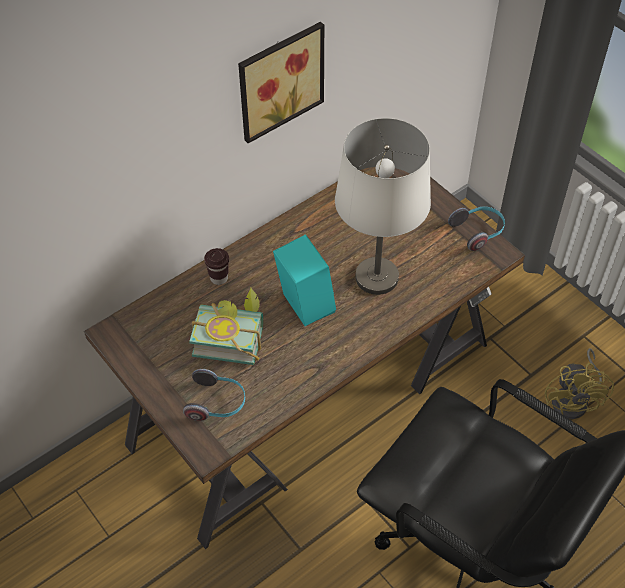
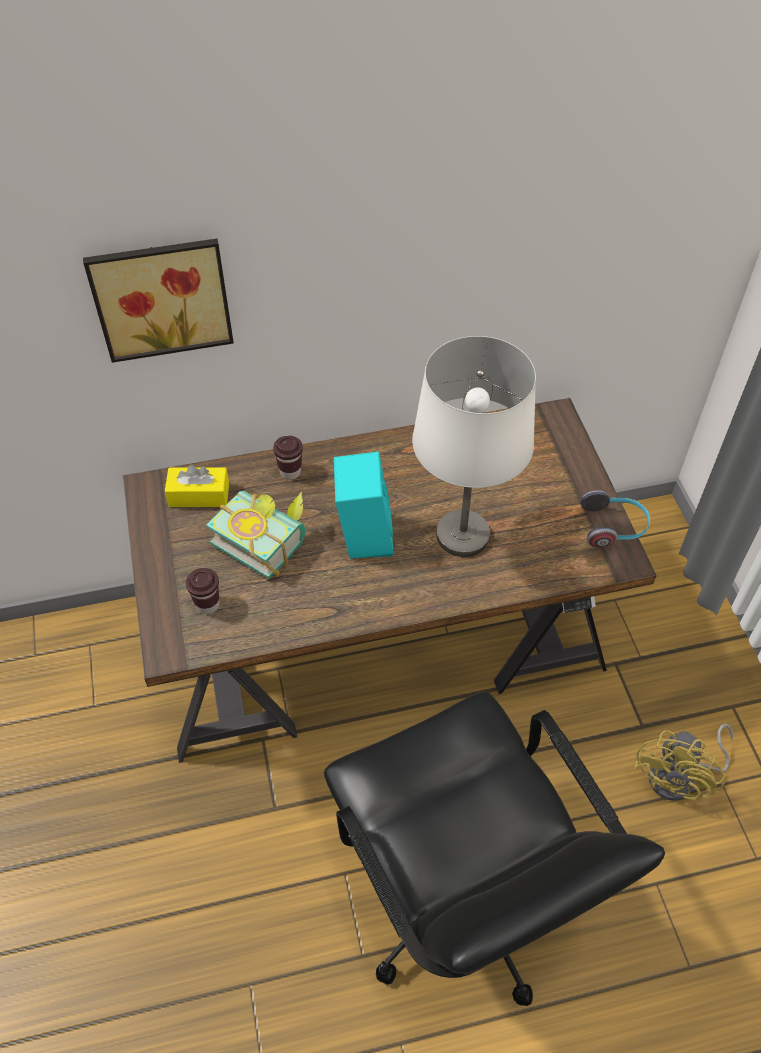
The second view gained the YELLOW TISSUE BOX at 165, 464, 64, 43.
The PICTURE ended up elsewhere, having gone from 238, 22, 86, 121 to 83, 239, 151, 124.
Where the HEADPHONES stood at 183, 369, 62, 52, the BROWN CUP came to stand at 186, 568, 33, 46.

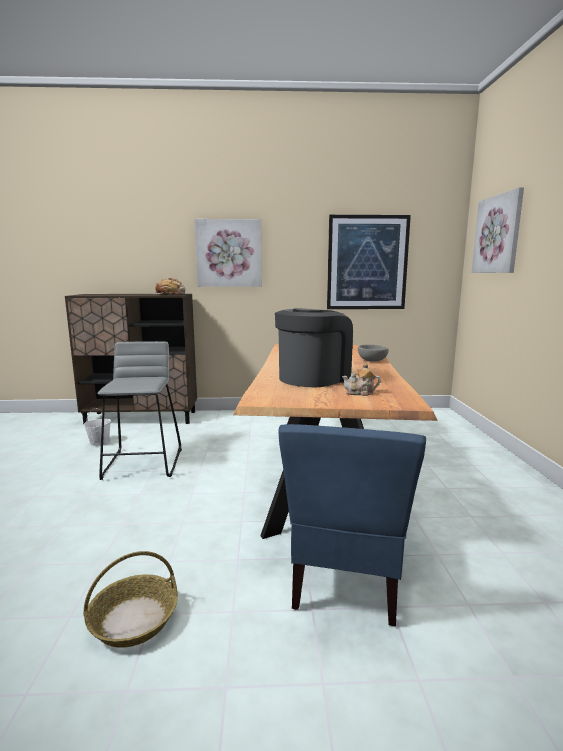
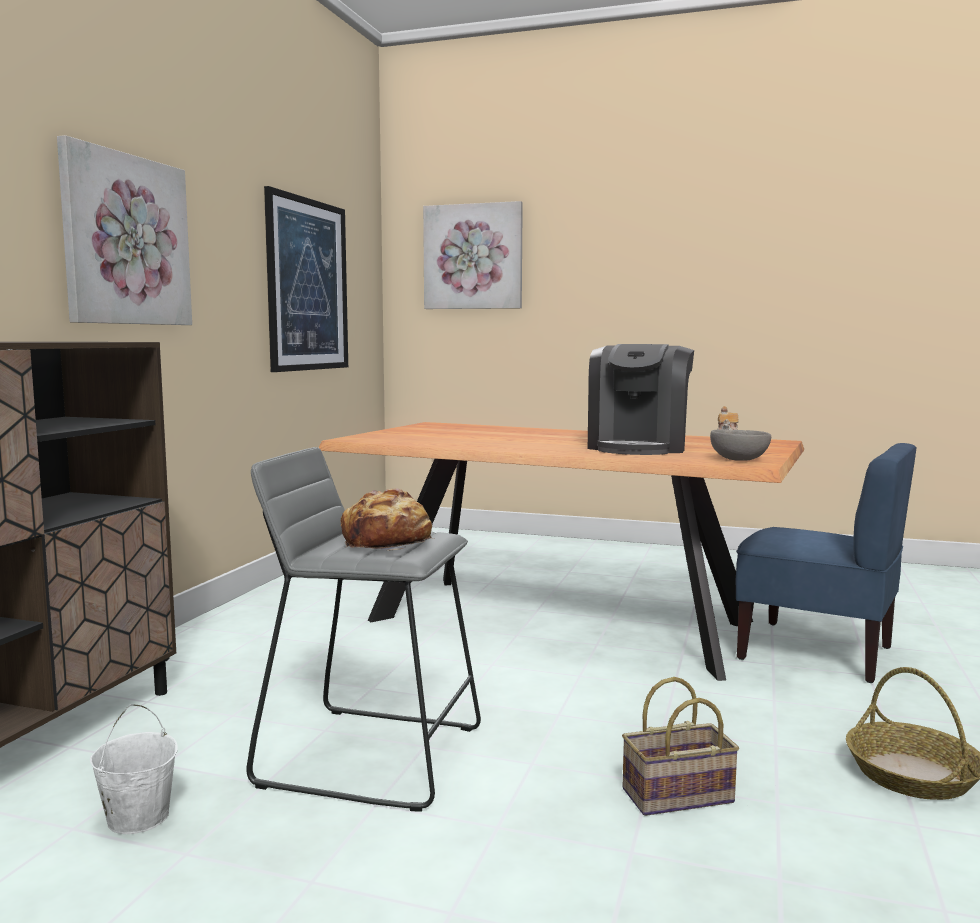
The second view gained the BASKET at 622, 677, 117, 139.
The BREAD ended up elsewhere, having gone from 152, 277, 34, 17 to 341, 489, 93, 61.
The GREY BOWL ended up elsewhere, having gone from 358, 344, 31, 18 to 710, 429, 61, 32.
The COFFEE MACHINE at 275, 308, 78, 79 ended up facing another way, 135 degrees counterclockwise from before.

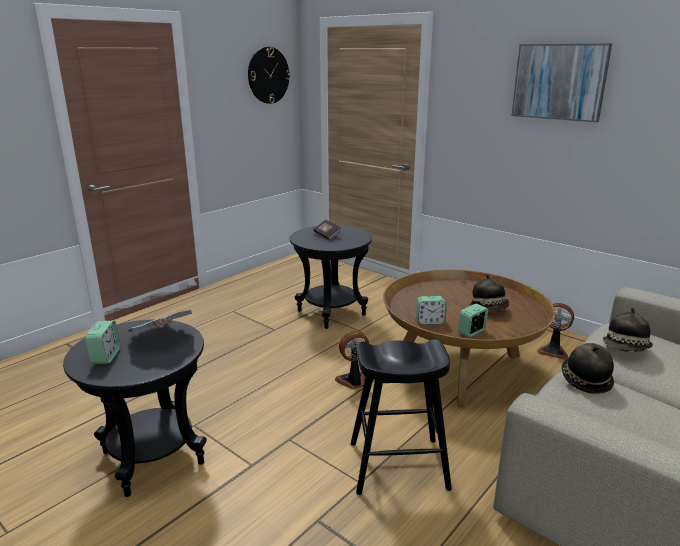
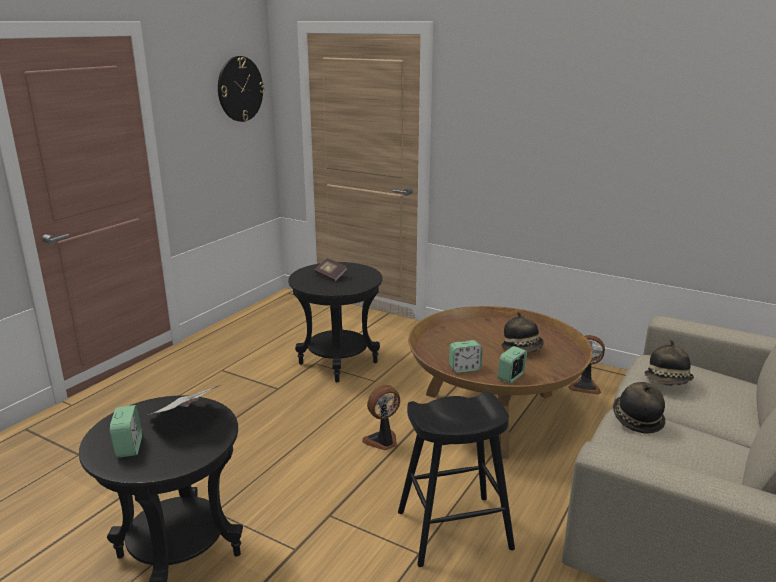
The second view lost the PICTURE at 512, 44, 100, 78.

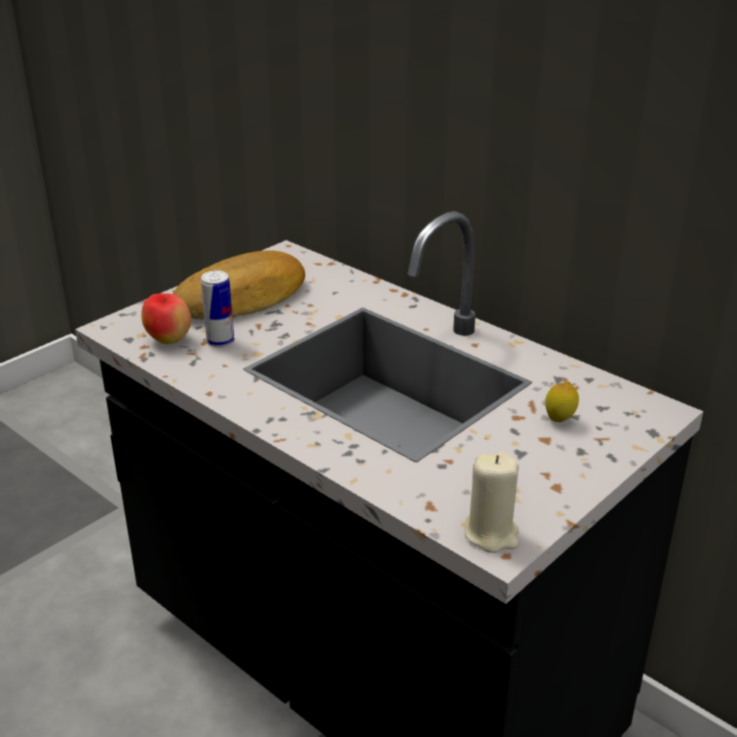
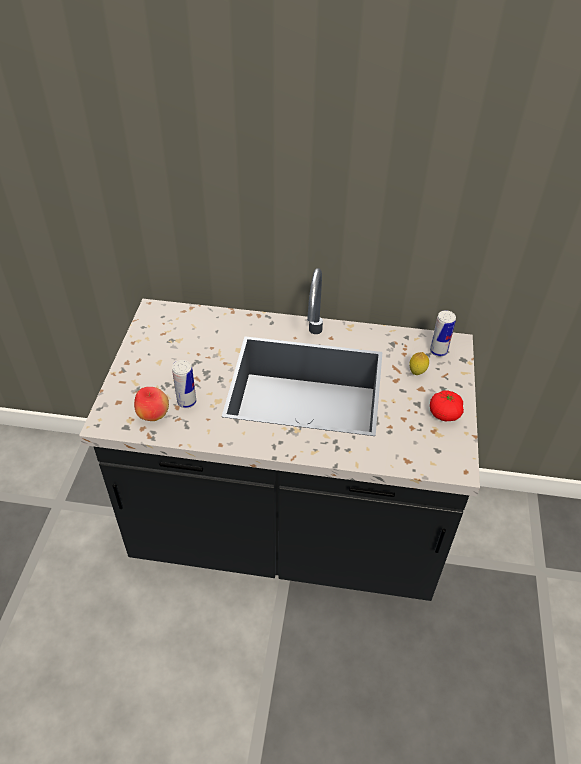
The second view lost the BREAD at 173, 251, 132, 68.
The second view lost the BEIGE CANDLE at 464, 452, 55, 101.
The second view gained the CAN at 430, 310, 26, 47.
The second view gained the TOMATO at 430, 390, 34, 32.

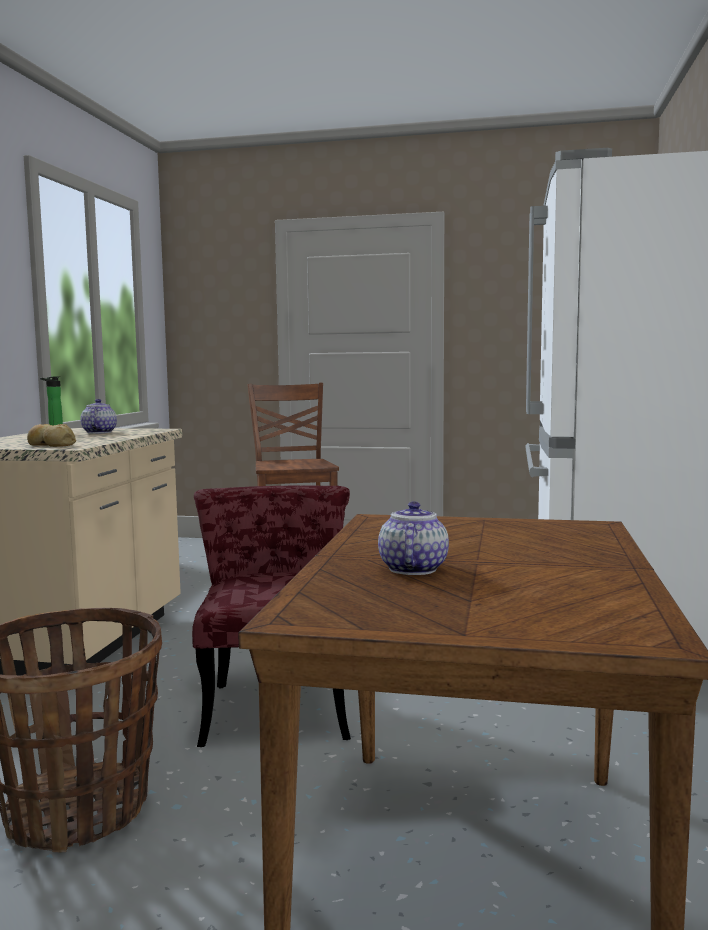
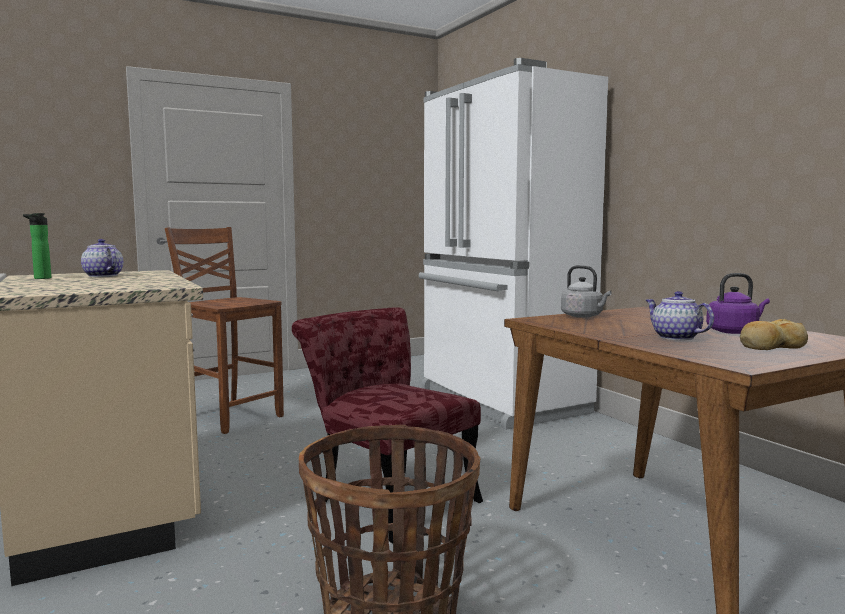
The second view gained the GREY KETTLE at 561, 265, 50, 53.
The second view gained the PURPLE KETTLE at 706, 273, 64, 61.
The BREAD ended up elsewhere, having gone from 27, 424, 49, 23 to 740, 319, 68, 31.

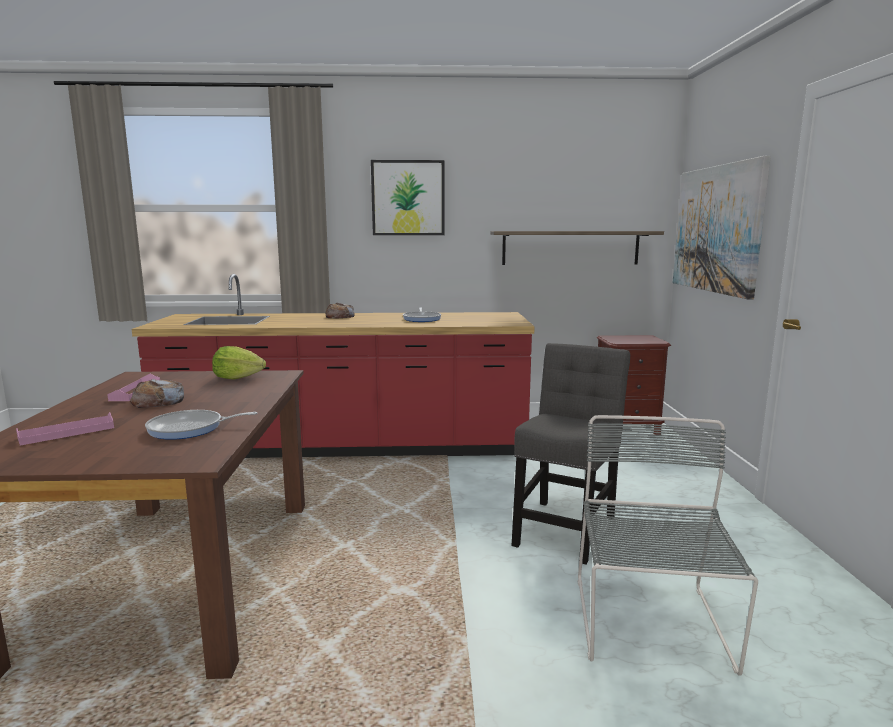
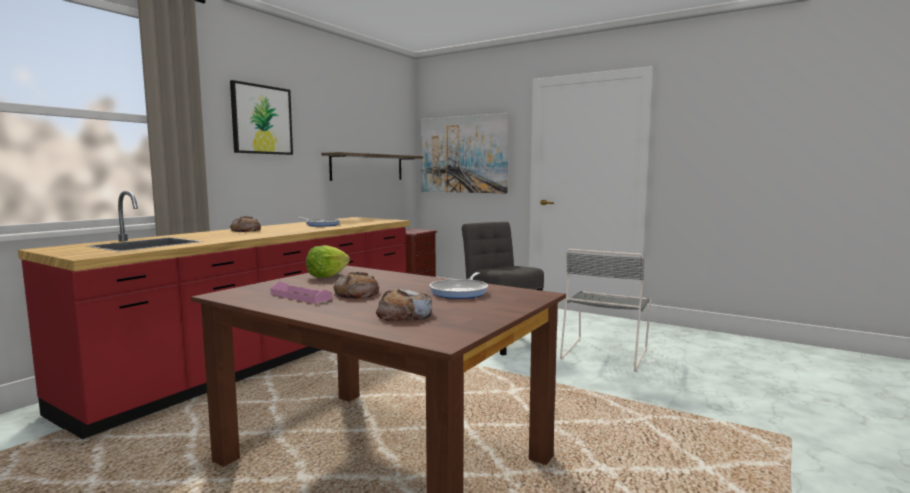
Where the PINK TRAY stood at 16, 412, 98, 34, the BREAD came to stand at 376, 288, 56, 33.
The GREY CHAIR at 578, 415, 180, 261 ended up facing another way, 105 degrees counterclockwise from before.

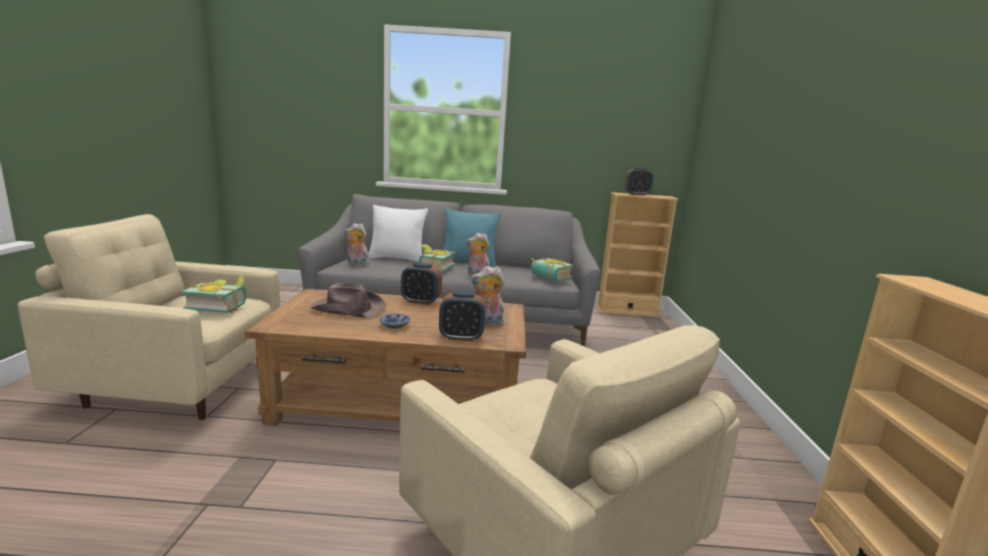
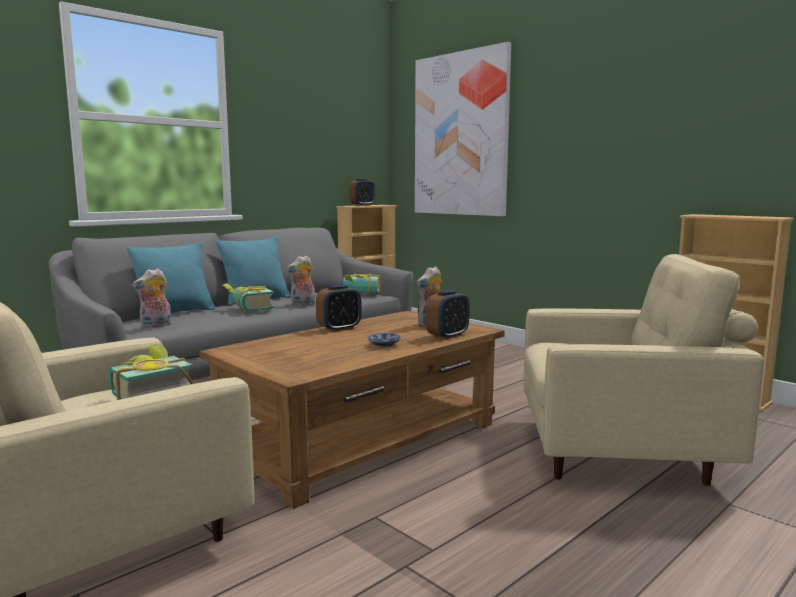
The second view lost the BROWN HAT at 310, 283, 76, 35.
The second view gained the PICTURE at 415, 42, 96, 174.
What was the WHITE PILLOW at 368, 205, 60, 57 turned into the TURQUOISE PILLOW at 127, 242, 88, 77.

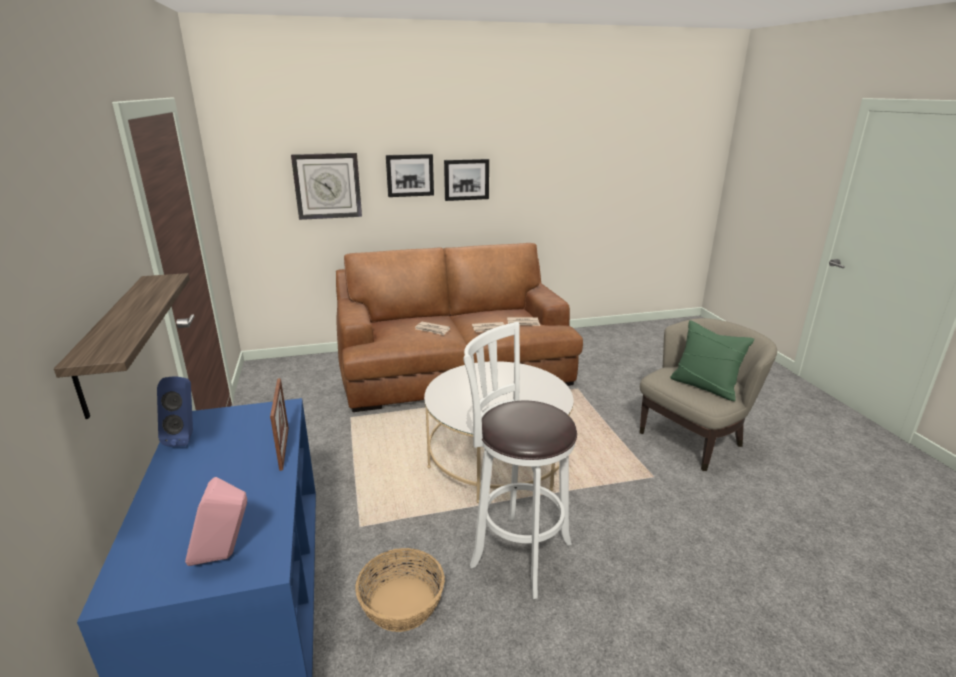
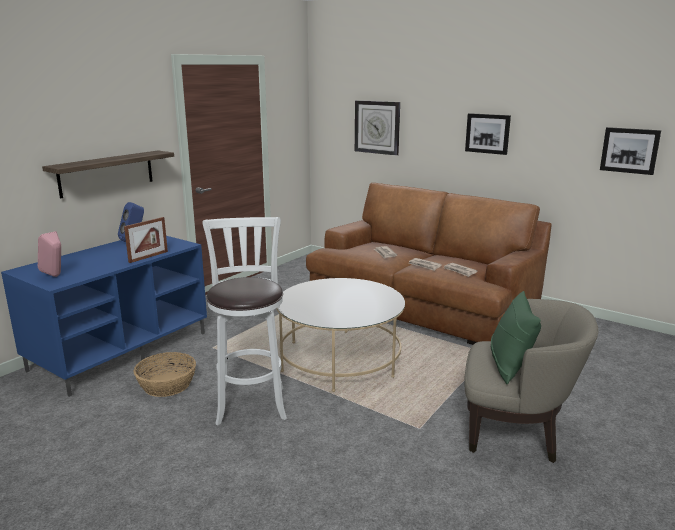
The PICTURE ended up elsewhere, having gone from 386, 154, 48, 43 to 600, 127, 61, 48.

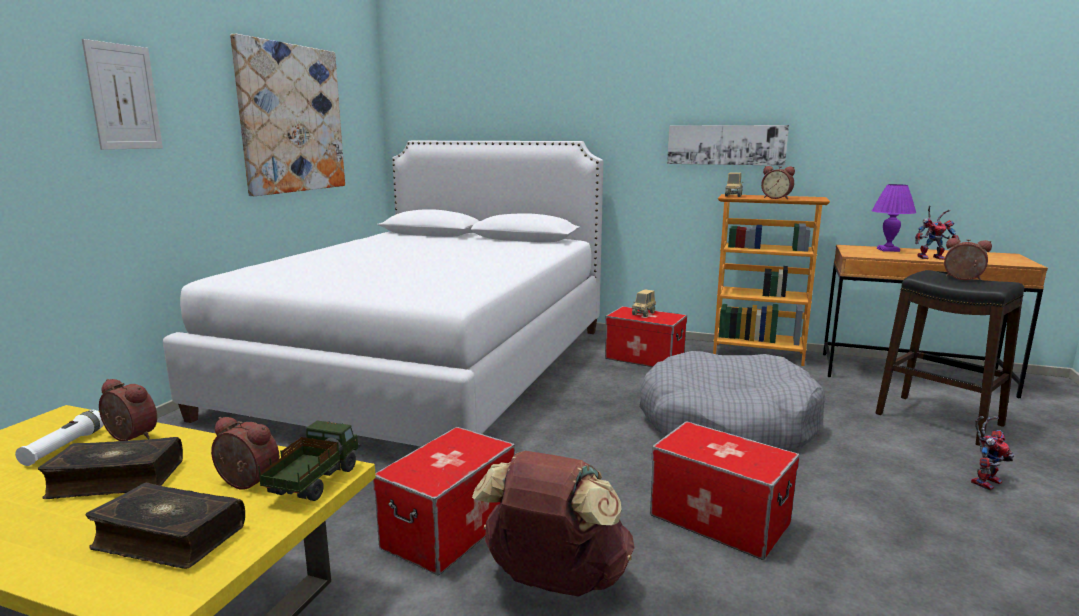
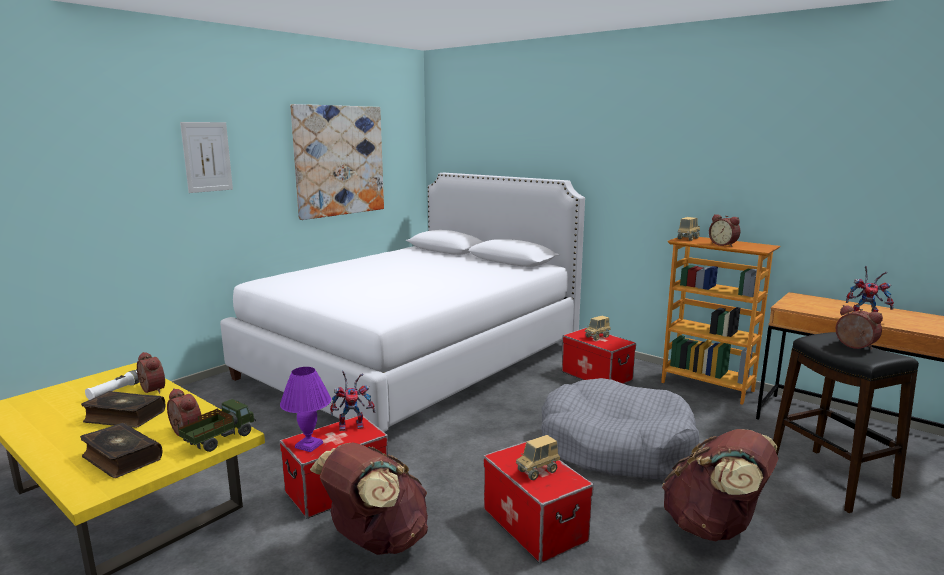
The second view lost the PICTURE at 667, 125, 122, 41.
The second view gained the TOY TRUCK at 516, 435, 44, 45.
The second view gained the BROWN BACKPACK at 662, 429, 117, 113.
The PURPLE TABLE LAMP ended up elsewhere, having gone from 872, 184, 44, 68 to 280, 367, 51, 85.
The TOY ROBOT ended up elsewhere, having gone from 971, 416, 43, 75 to 330, 371, 45, 60.

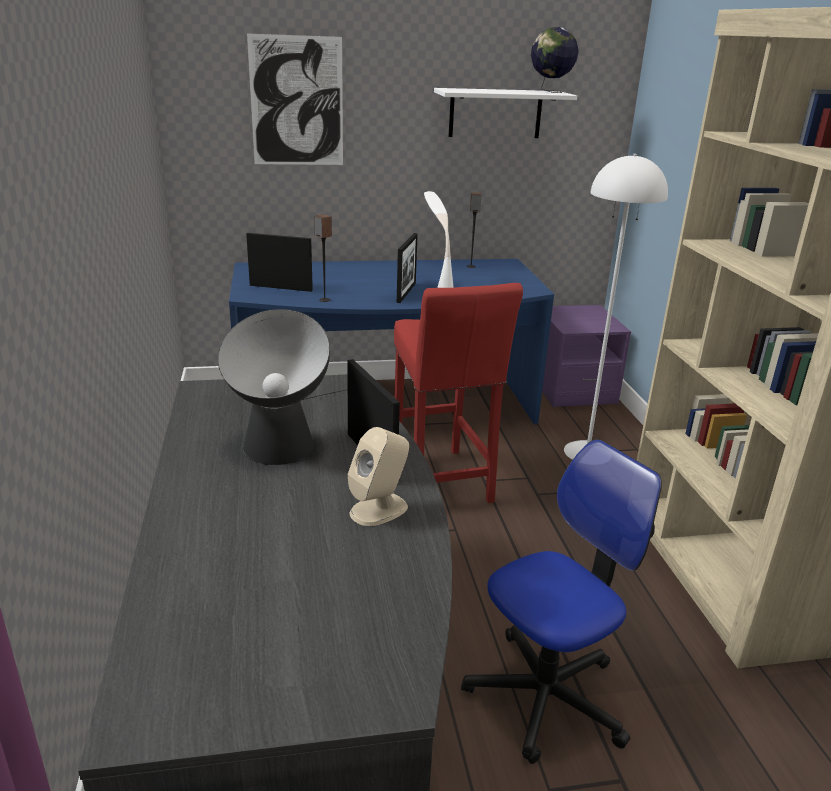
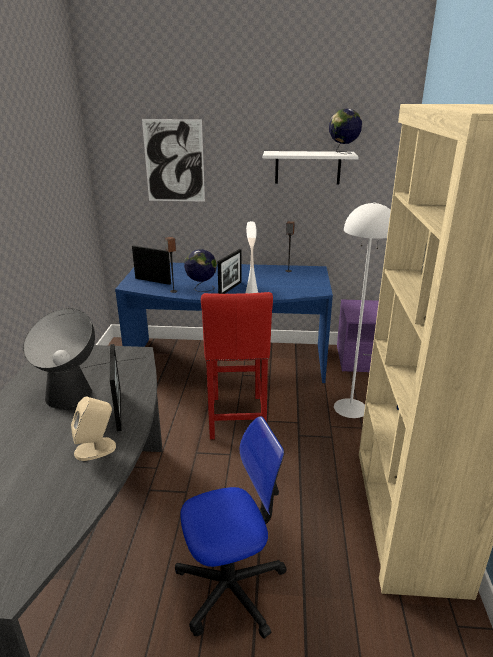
The second view gained the GLOBE at 184, 249, 33, 43.

